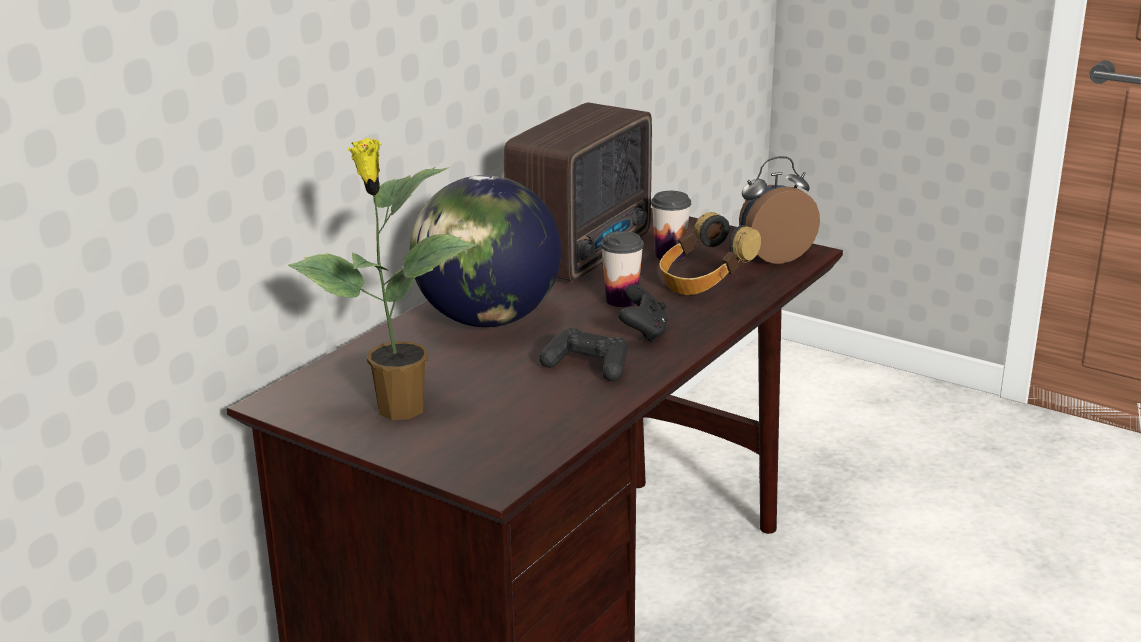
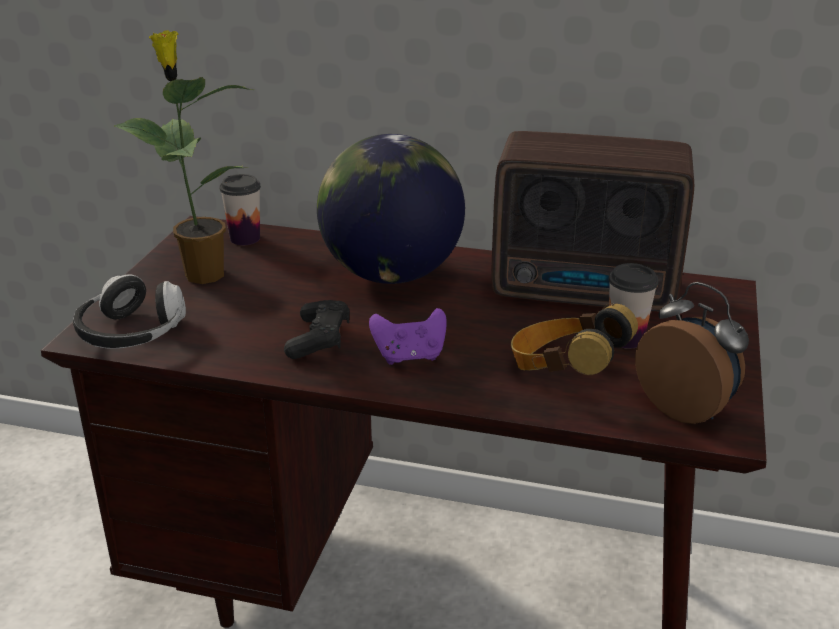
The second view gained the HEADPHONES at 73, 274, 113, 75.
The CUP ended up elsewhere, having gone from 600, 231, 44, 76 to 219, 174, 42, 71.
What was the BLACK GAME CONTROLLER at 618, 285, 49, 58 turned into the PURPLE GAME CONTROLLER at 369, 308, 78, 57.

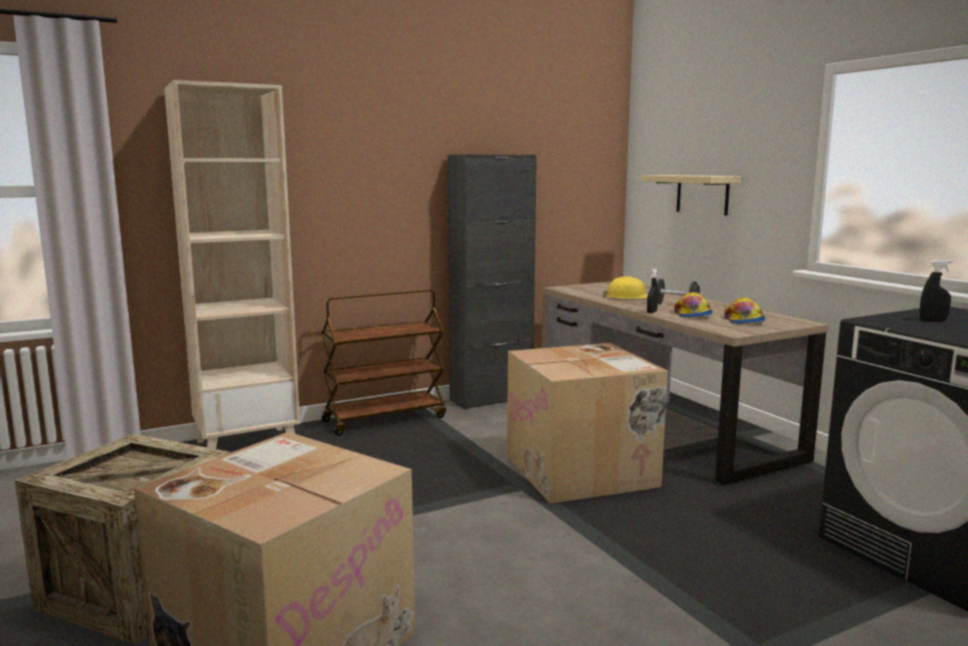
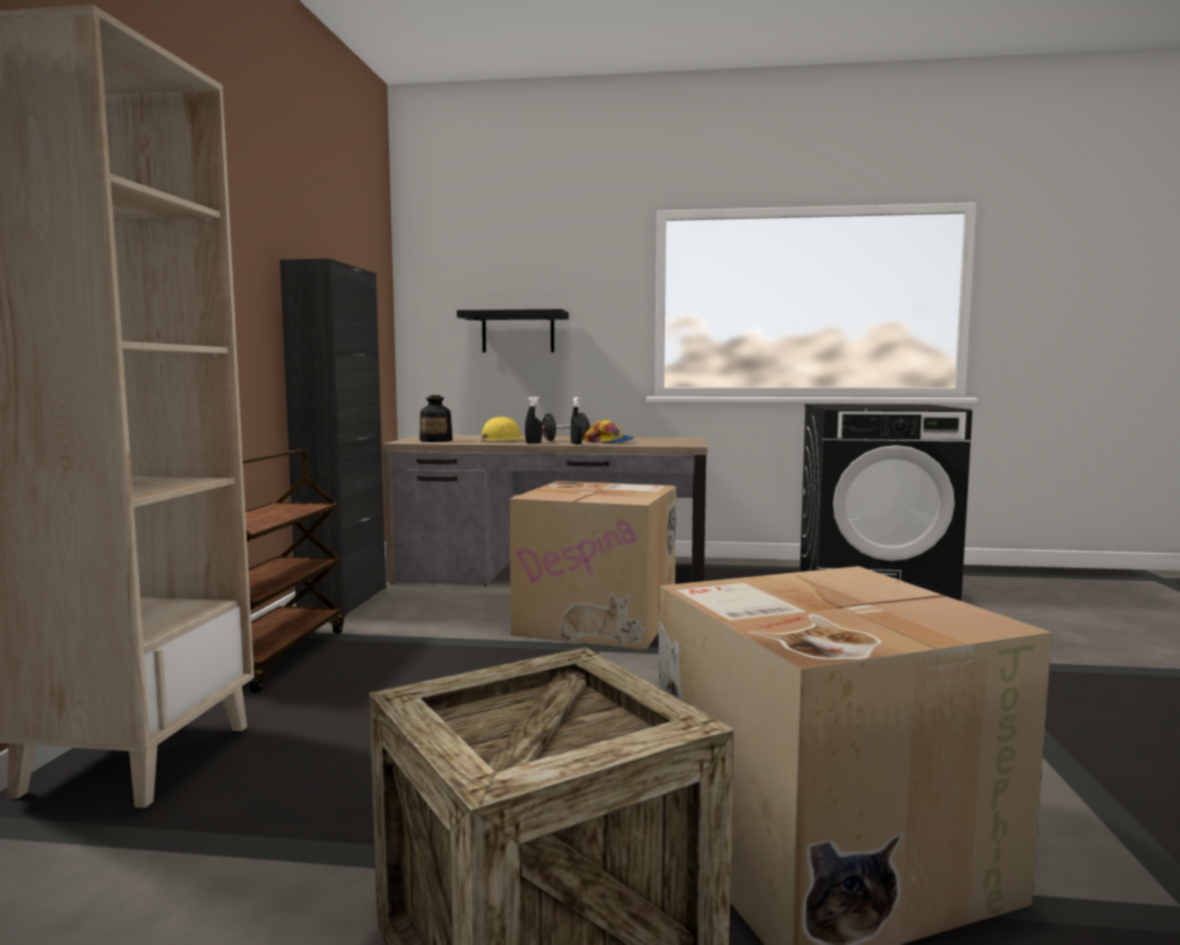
The second view lost the CAP at 724, 298, 42, 26.
The second view gained the BOTTLE at 420, 395, 33, 47.
The BLACK SPRAY BOTTLE ended up elsewhere, having gone from 920, 260, 33, 61 to 525, 397, 17, 47.
What was the BEIGE SHELF at 642, 175, 99, 41 turned into the BLACK SHELF at 457, 309, 112, 43.

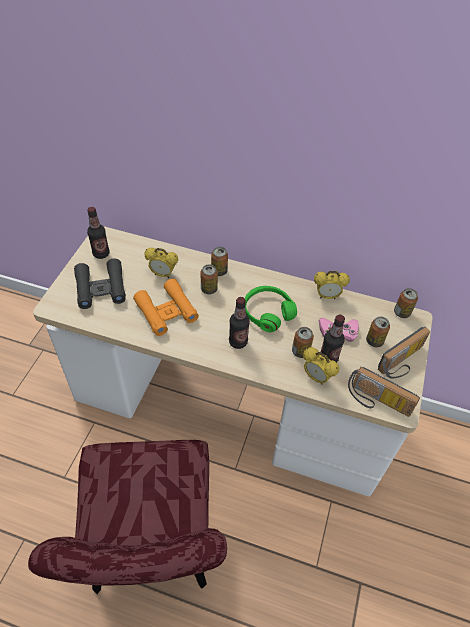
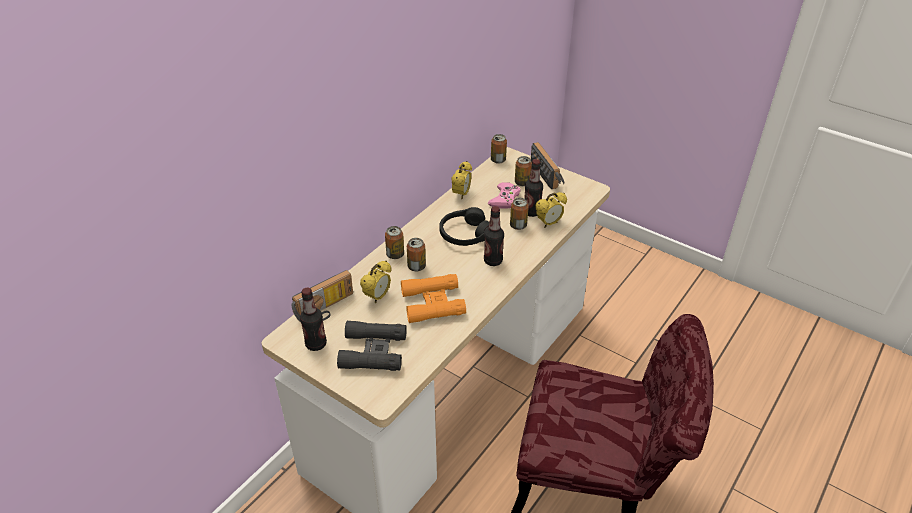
The RADIO ended up elsewhere, having gone from 348, 367, 72, 50 to 292, 270, 61, 52.
What was the GREEN HEADPHONES at 245, 286, 52, 46 turned into the BLACK HEADPHONES at 439, 207, 50, 39.

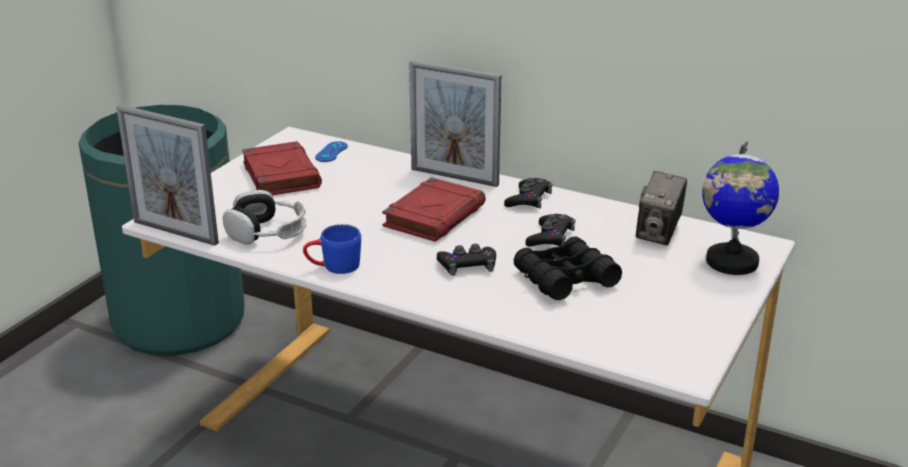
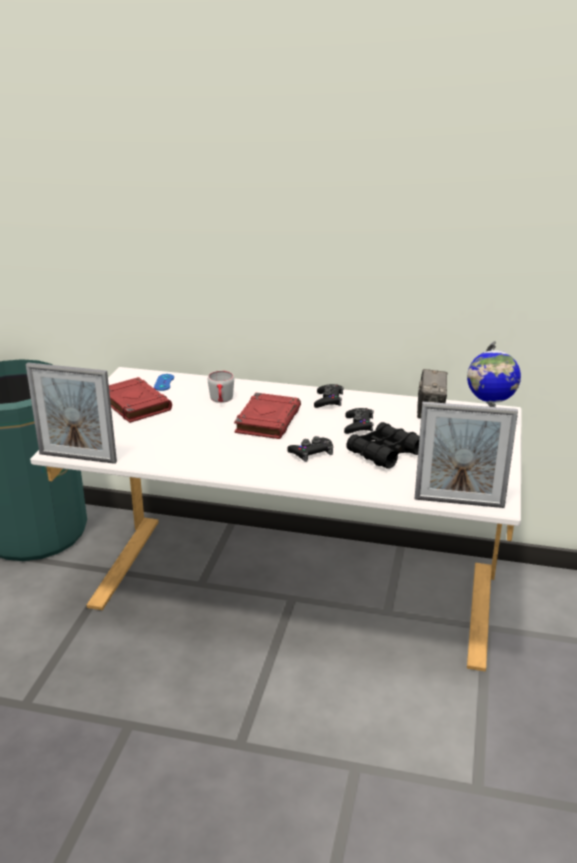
The second view lost the HEADPHONES at 223, 190, 83, 55.
The second view lost the BLUE MUG at 303, 224, 58, 50.
The second view gained the GREY MUG at 208, 371, 26, 32.
The PICTURE FRAME ended up elsewhere, having gone from 409, 60, 92, 127 to 414, 402, 104, 106.

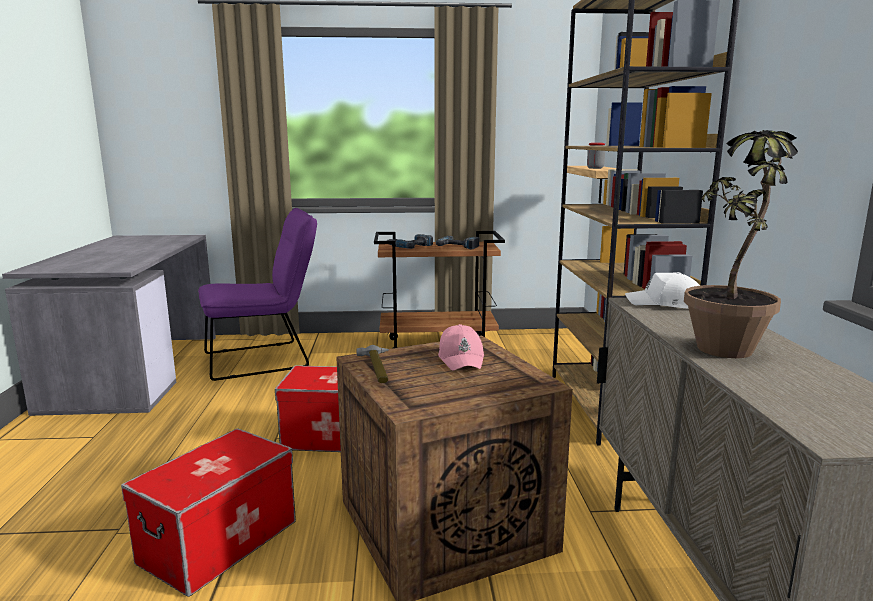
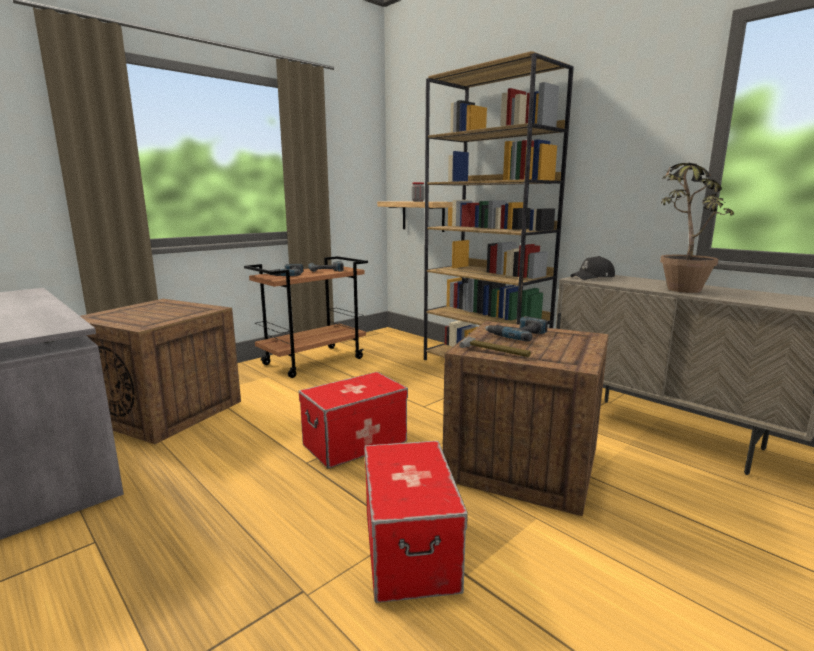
Where the PURPLE CHAIR stood at 198, 208, 119, 173, the CRATE came to stand at 80, 299, 161, 145.
Where the PINK CAP stood at 438, 324, 46, 47, the POWER DRILL came to stand at 484, 316, 64, 26.
What was the WHITE CAP at 625, 272, 75, 37 turned into the BLACK CAP at 571, 256, 44, 24.

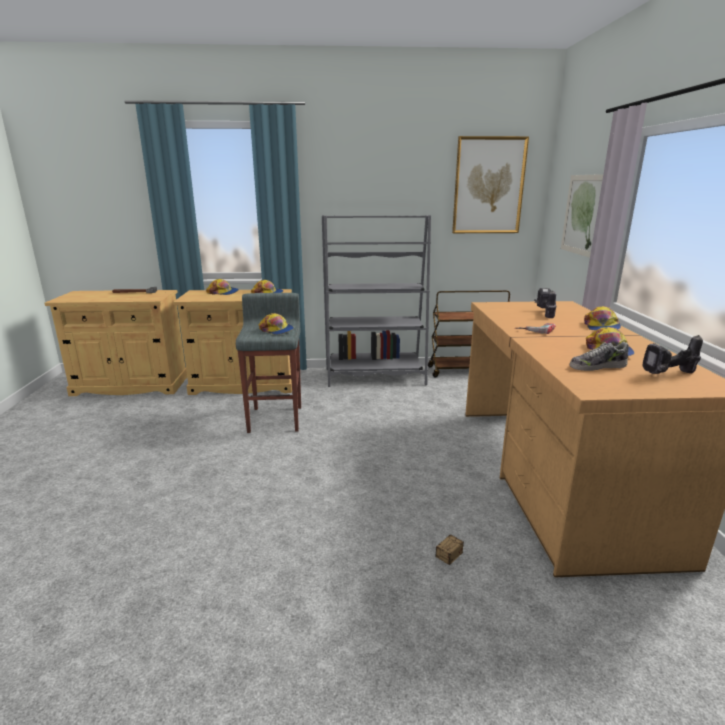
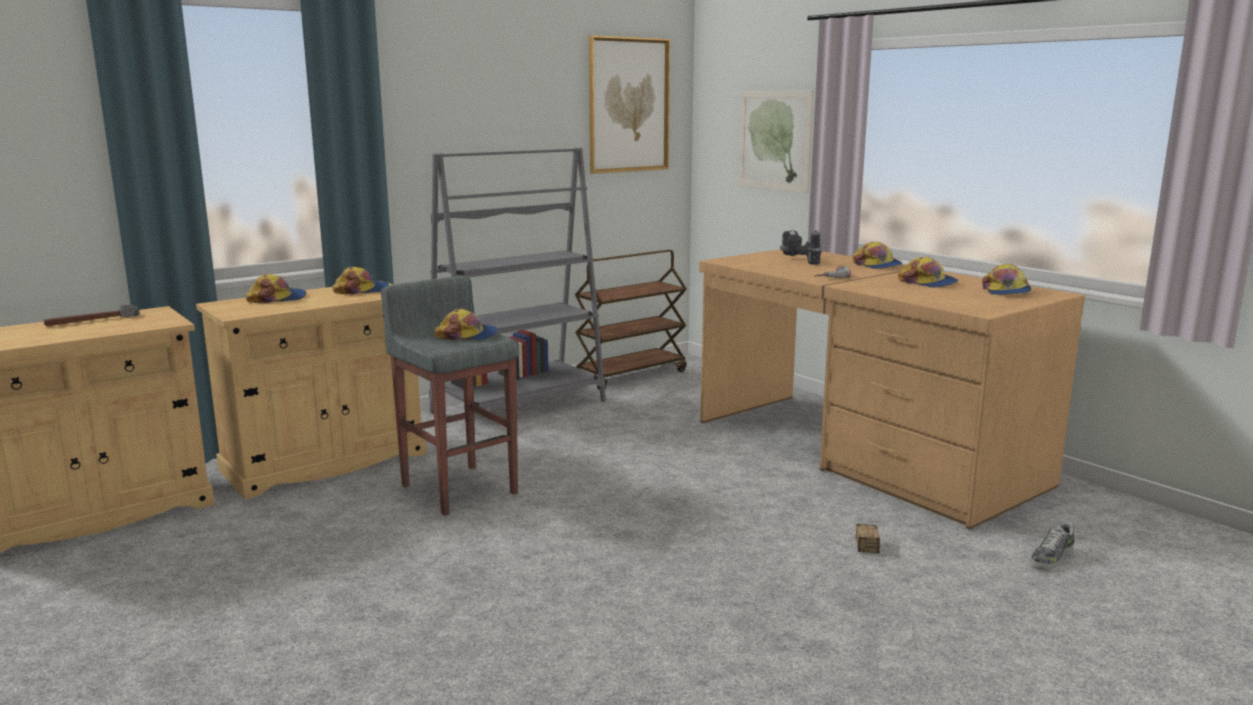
The SHOE ended up elsewhere, having gone from 570, 342, 58, 29 to 1030, 522, 45, 49.
Where the POWER DRILL stood at 642, 335, 61, 39, the CAP came to stand at 982, 264, 50, 31.

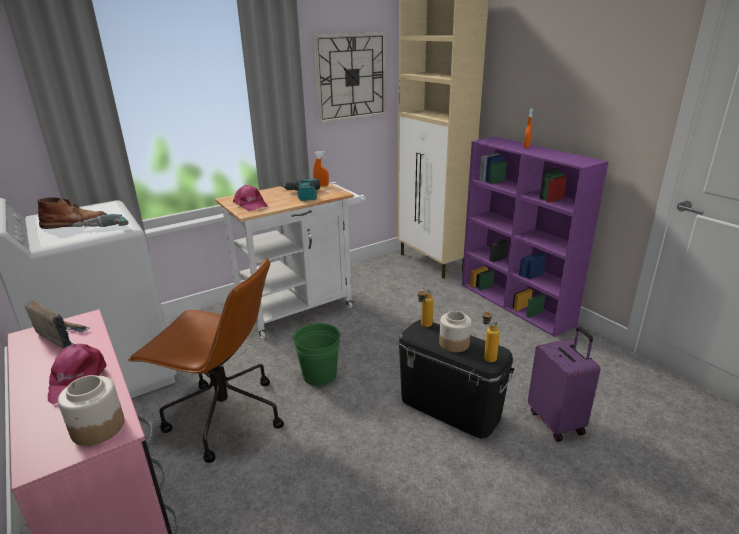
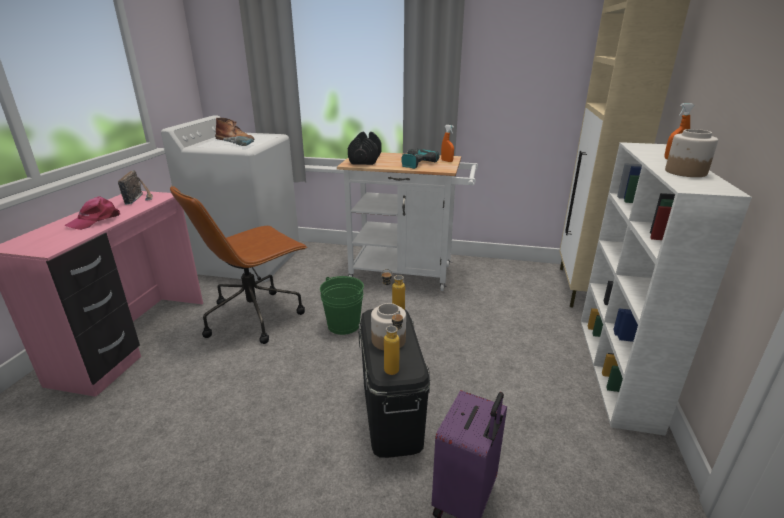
The second view lost the WALL CLOCK at 313, 32, 73, 92.
The JAR ended up elsewhere, having gone from 58, 375, 67, 71 to 665, 129, 53, 48.
Where the PINK CAP stood at 233, 185, 35, 26, the BLACK DUMBBELL came to stand at 348, 132, 34, 33.
What was the PURPLE BOOKCASE at 462, 137, 146, 200 turned into the WHITE BOOKCASE at 581, 142, 171, 294.
The BROWN OFFICE CHAIR at 128, 258, 156, 205 ended up facing another way, 75 degrees clockwise from before.

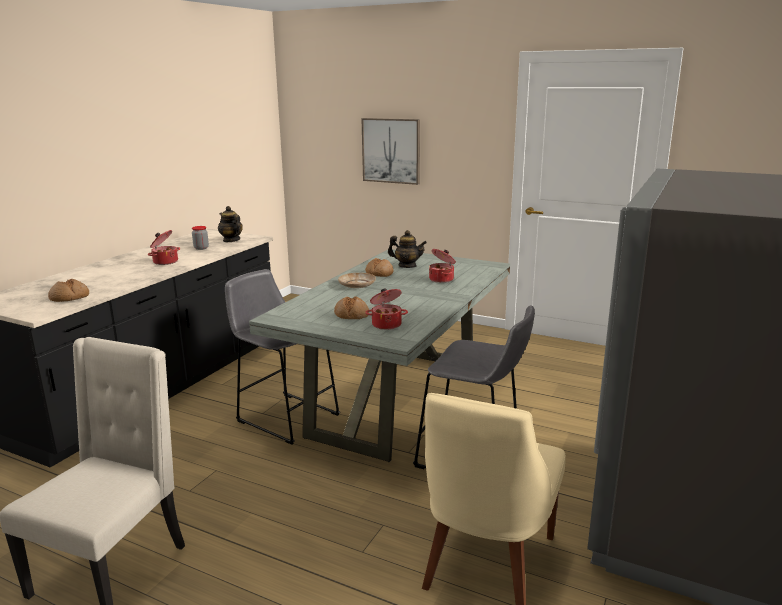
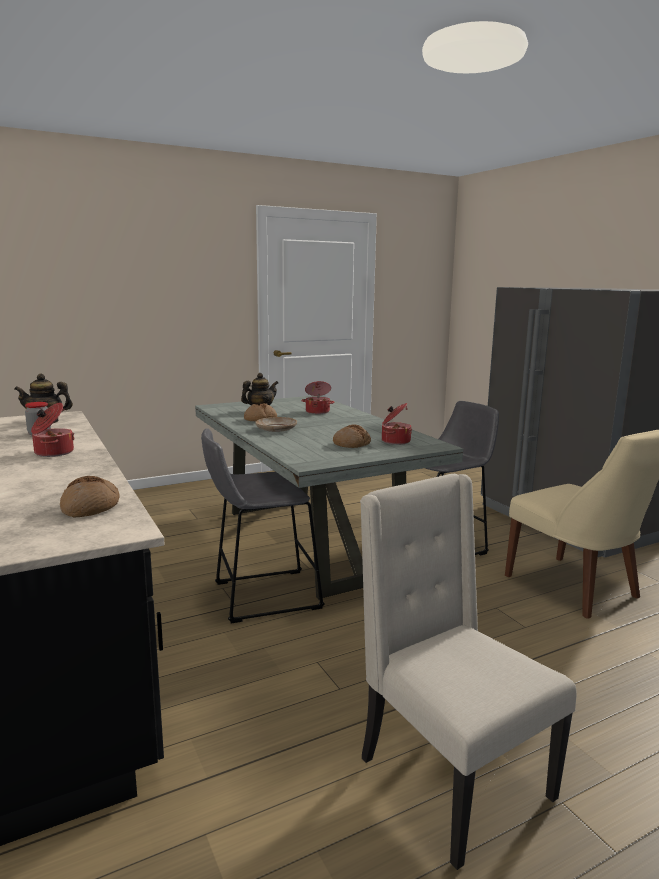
The second view lost the PICTURE at 361, 118, 59, 67.

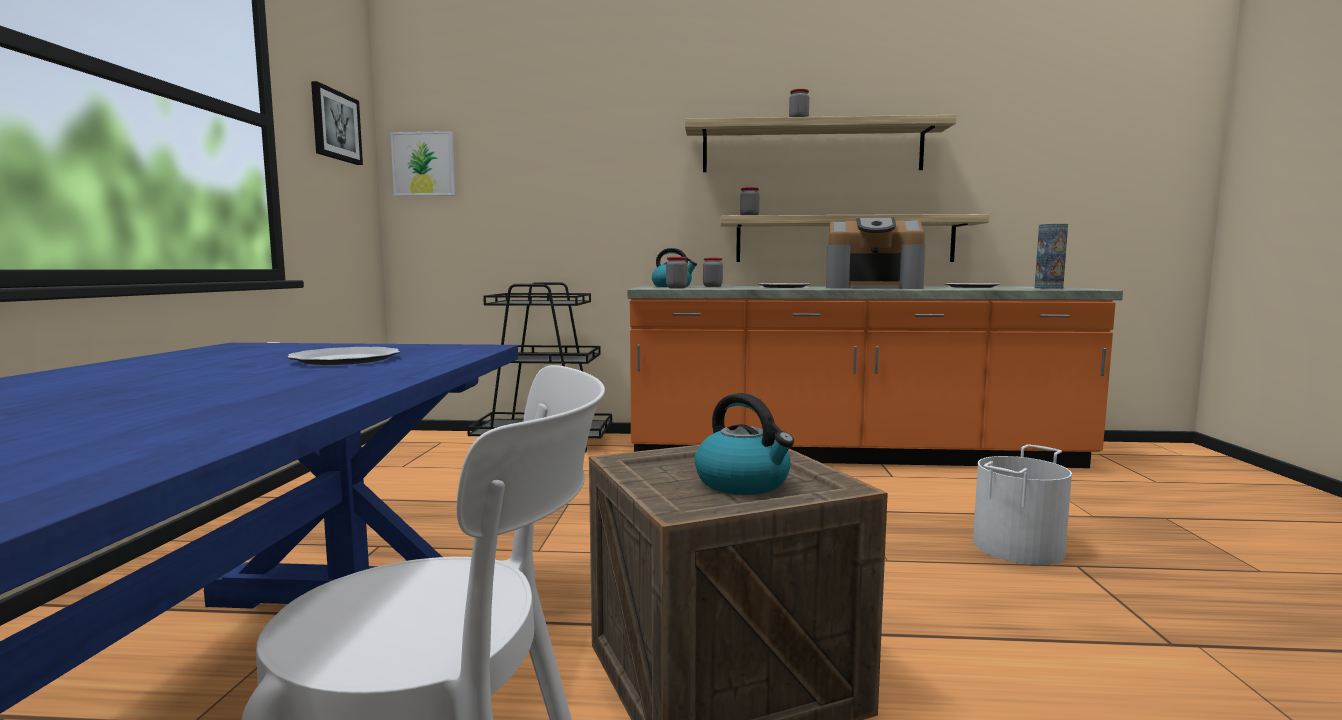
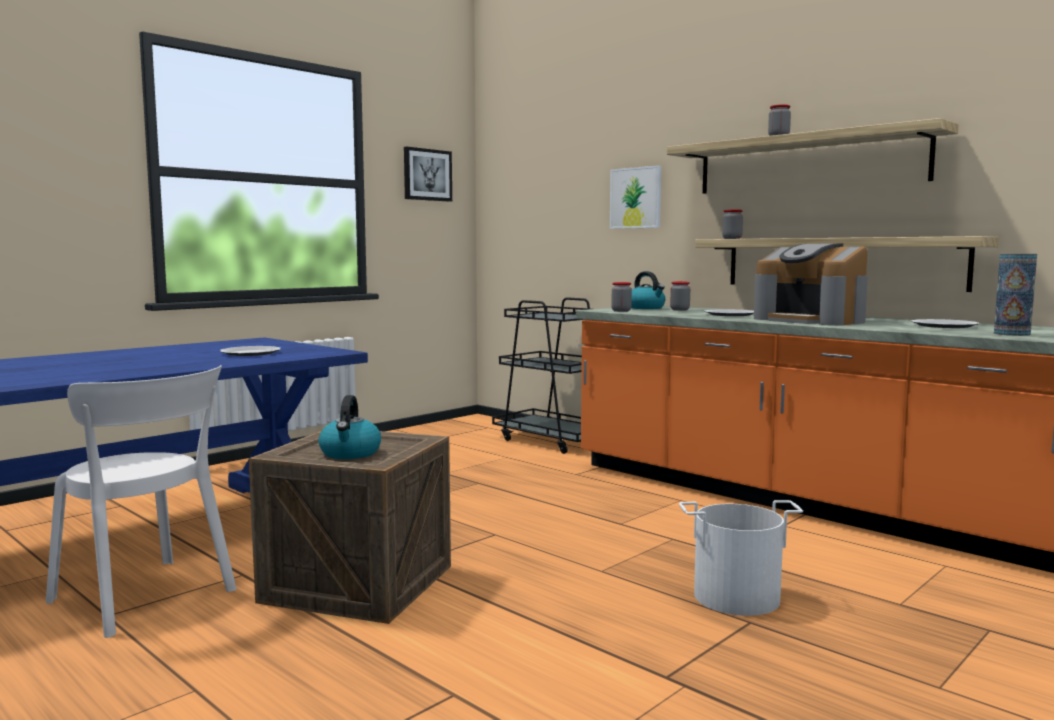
The PICTURE ended up elsewhere, having gone from 391, 131, 64, 65 to 610, 165, 51, 64.

